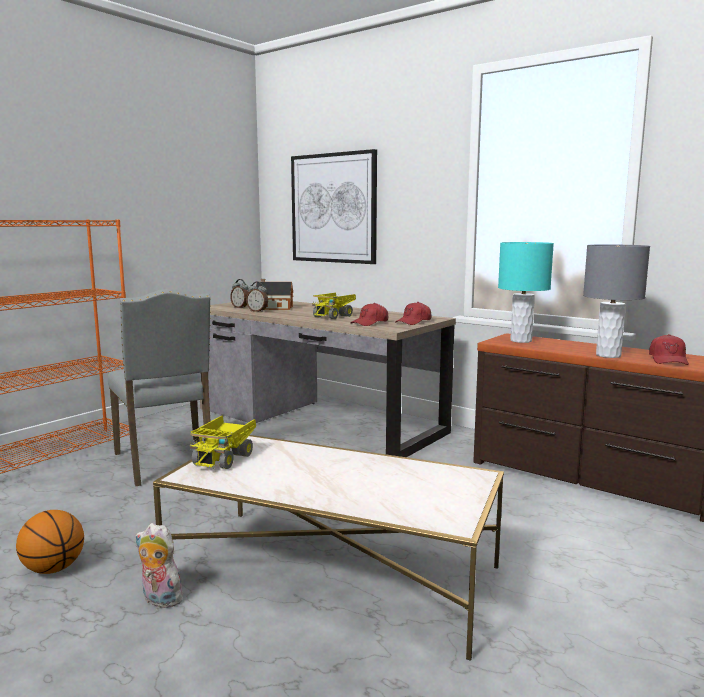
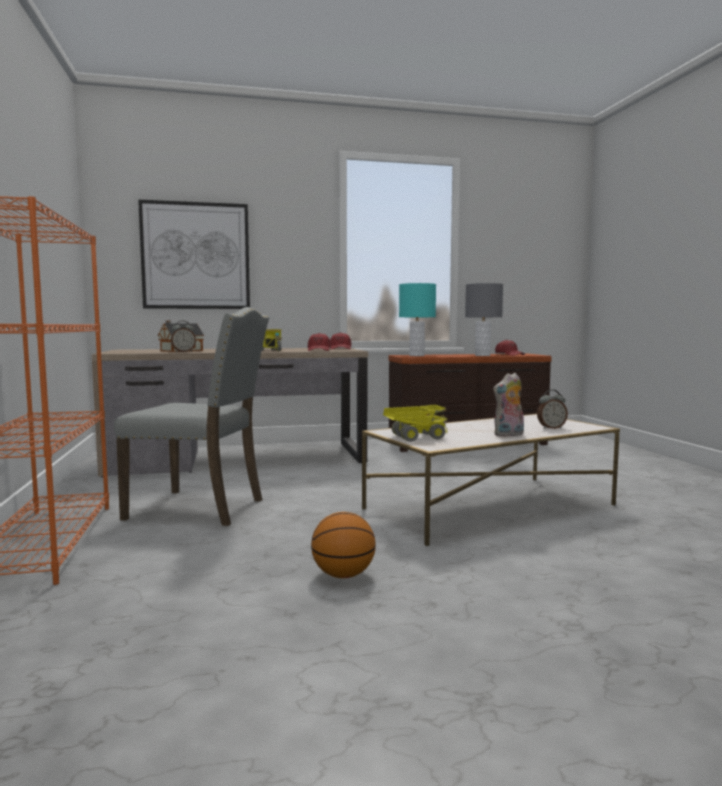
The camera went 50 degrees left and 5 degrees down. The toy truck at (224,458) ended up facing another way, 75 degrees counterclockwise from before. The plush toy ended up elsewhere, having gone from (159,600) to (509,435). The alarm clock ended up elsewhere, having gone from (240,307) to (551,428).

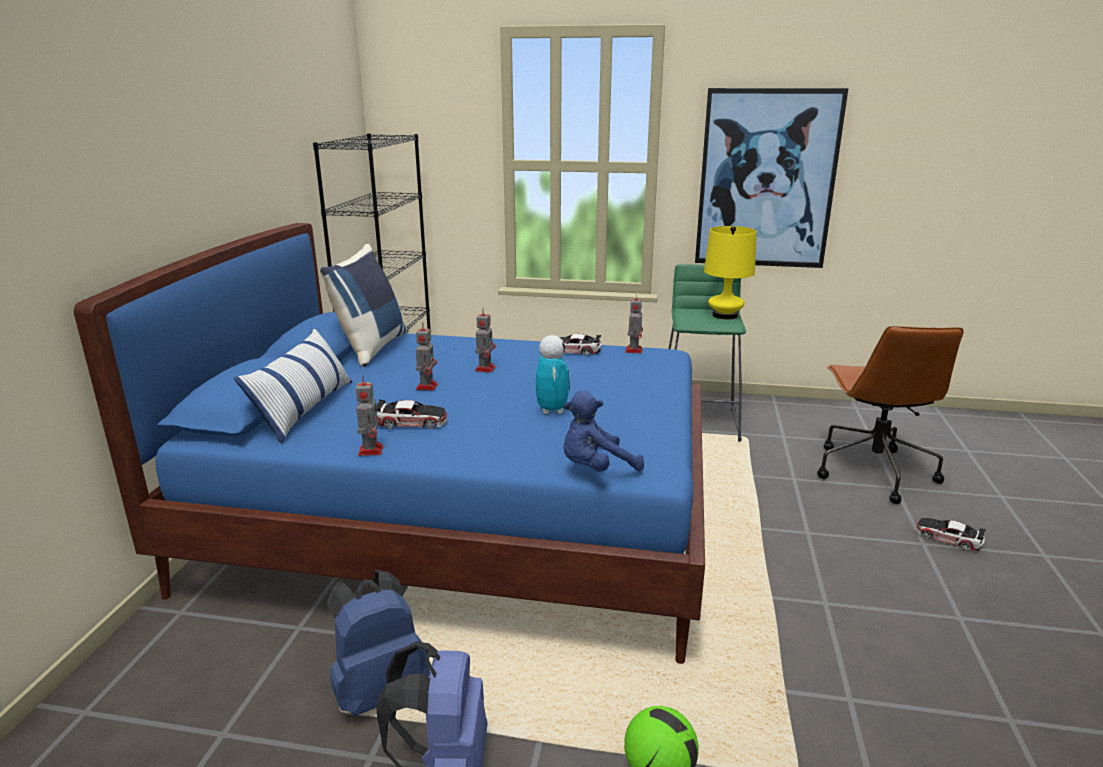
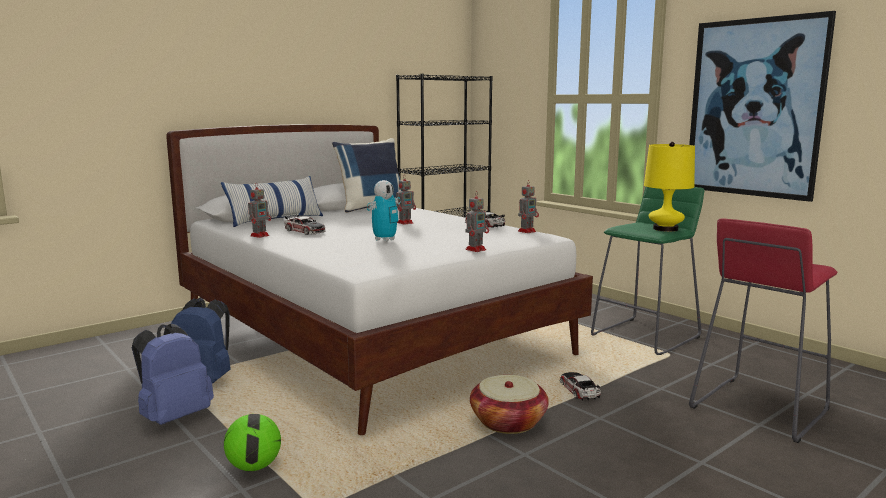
The camera went 40 degrees right and 10 degrees down. What was the blue bed at (463,522) turned into the white bed at (370,335). The toy robot ended up elsewhere, having gone from (427,386) to (476,249). The second view gained the basket at (508,422). The toy car ended up elsewhere, having gone from (948,538) to (579,390). Where the brown office chair stood at (872,471), the red stool came to stand at (758,408). The second view lost the blue plush toy at (596,468).

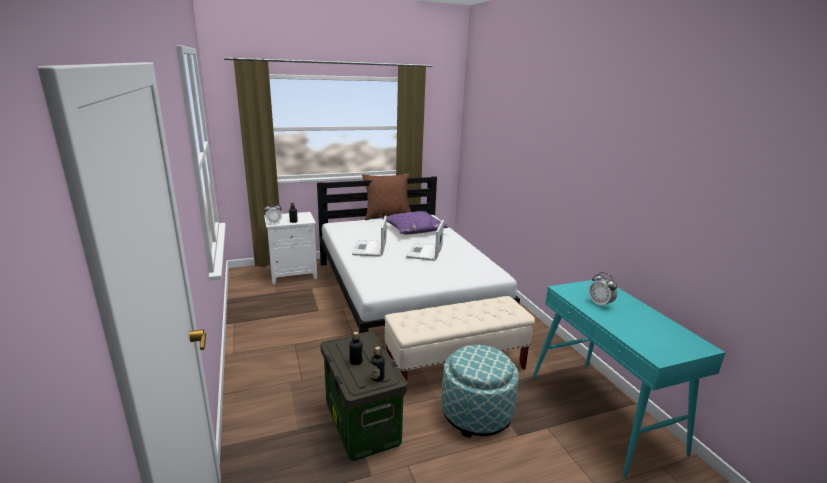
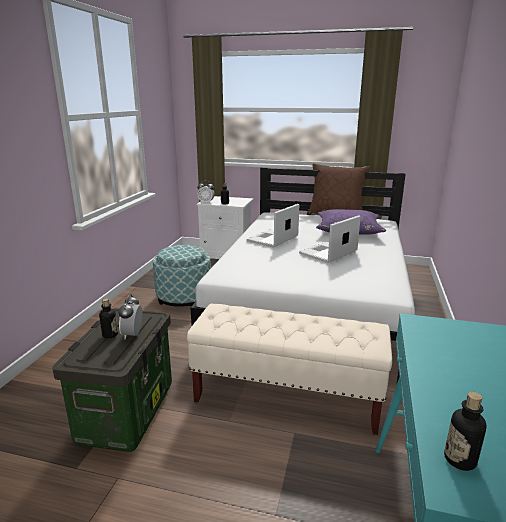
The camera went 35 degrees right and 0 degrees up. The alarm clock ended up elsewhere, having gone from (600,304) to (132,334). The ottoman ended up elsewhere, having gone from (476,413) to (184,297). The bottle ended up elsewhere, having gone from (377,377) to (460,459).

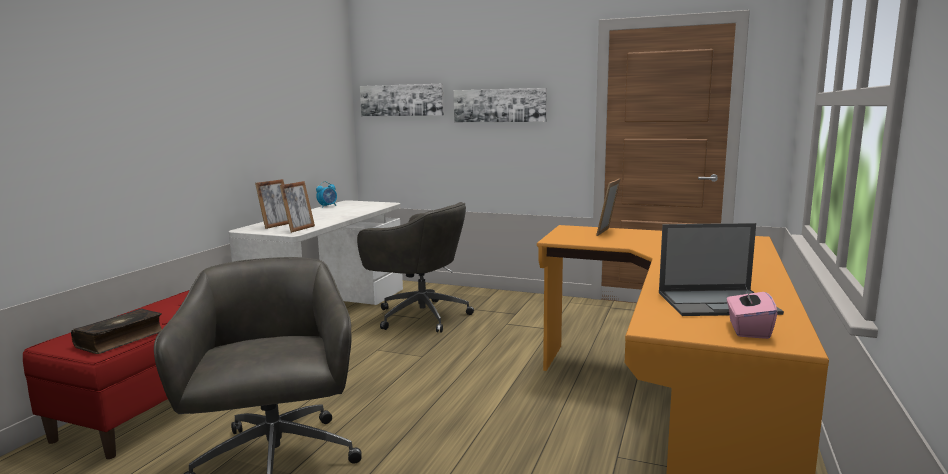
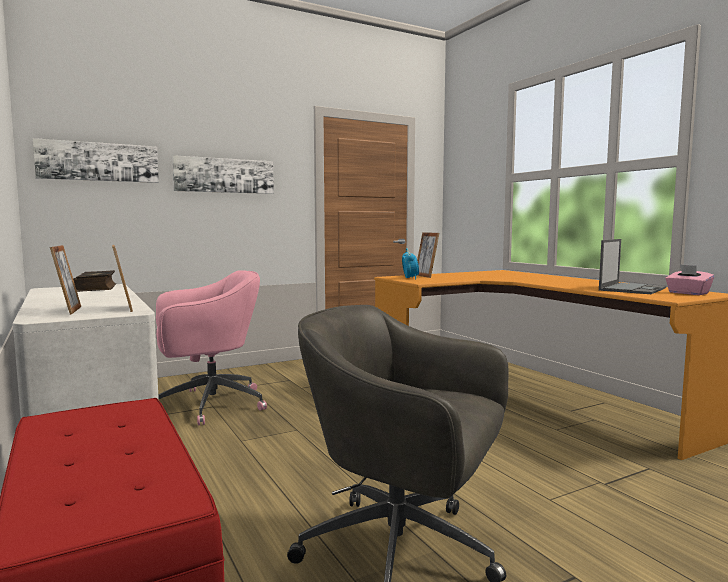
The camera went 50 degrees left and 5 degrees down. The book ended up elsewhere, having gone from (121,339) to (97,288). What was the grey office chair at (419,316) turned into the pink office chair at (208,405). The alarm clock ended up elsewhere, having gone from (327,206) to (410,278).

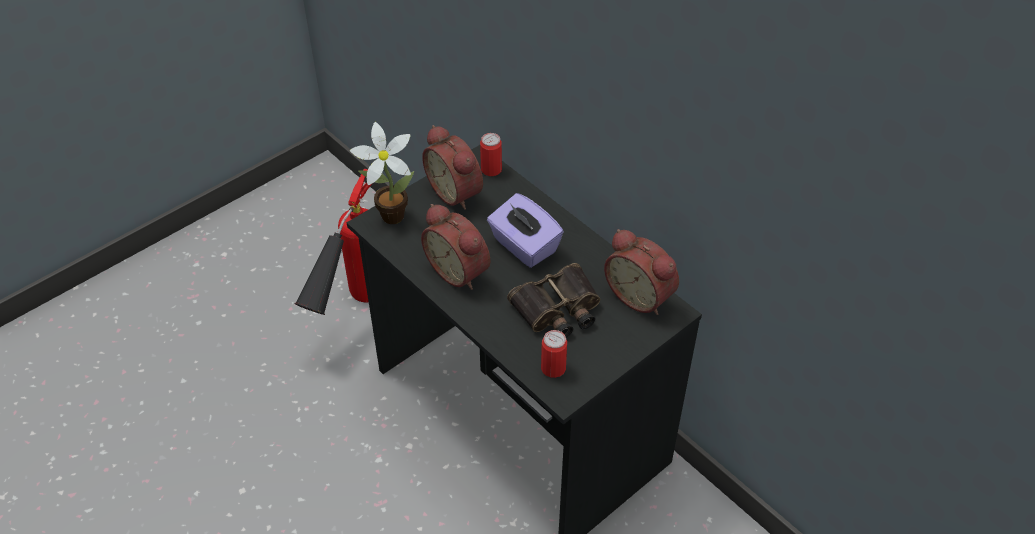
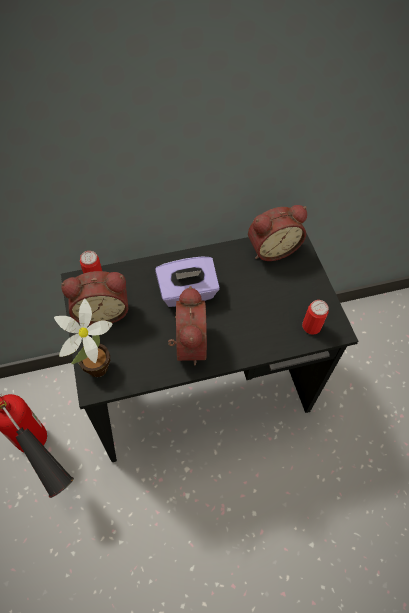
The camera went 65 degrees left and 10 degrees up. The alarm clock at (460,270) ended up facing another way, 75 degrees counterclockwise from before. The second view lost the binoculars at (558,309).

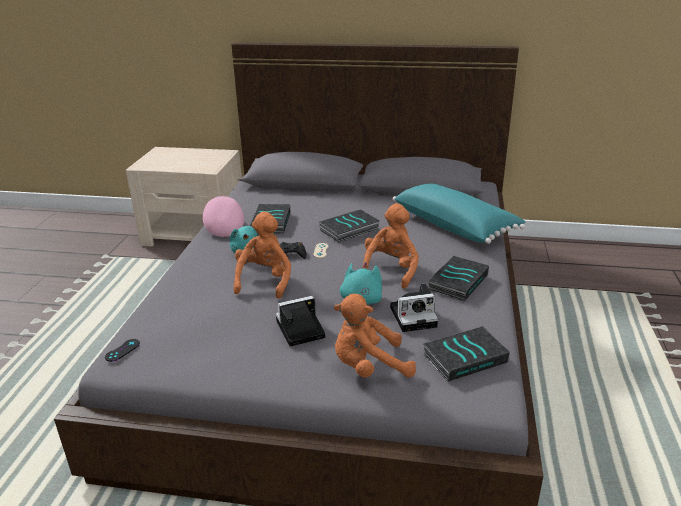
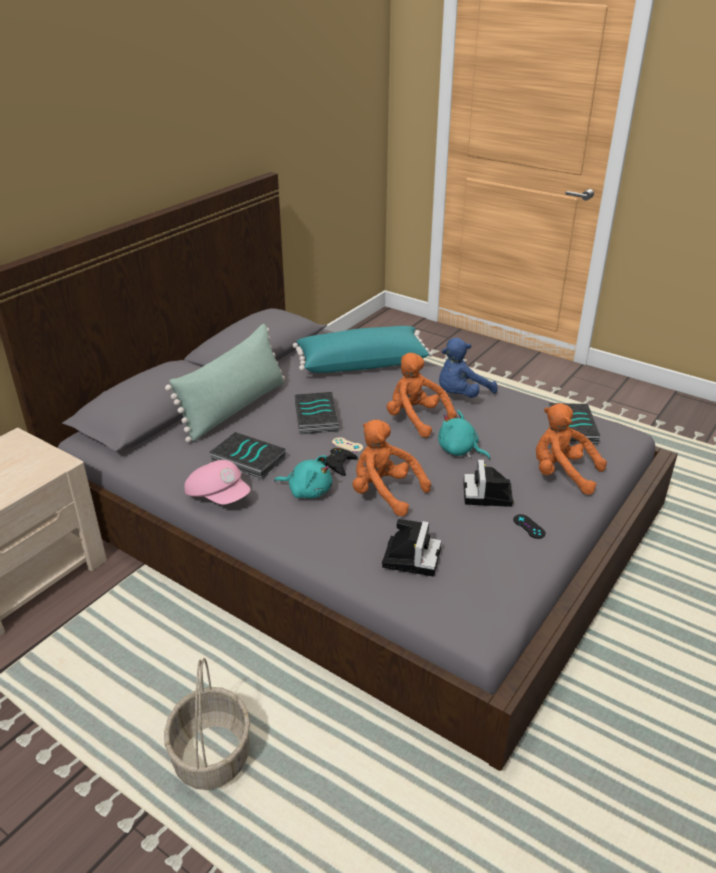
The camera went 65 degrees left and 5 degrees up. The second view gained the basket at (211,755). The second view gained the green pillow at (234,408). The pink cap at (223,226) ended up facing another way, 150 degrees counterclockwise from before. The photo camera ended up elsewhere, having gone from (415,316) to (411,556). Where the book stood at (457,282), the blue plush toy came to stand at (461,395). The black game controller ended up elsewhere, having gone from (122,350) to (529,526). The orange plush toy at (369,367) ended up facing another way, 105 degrees clockwise from before.

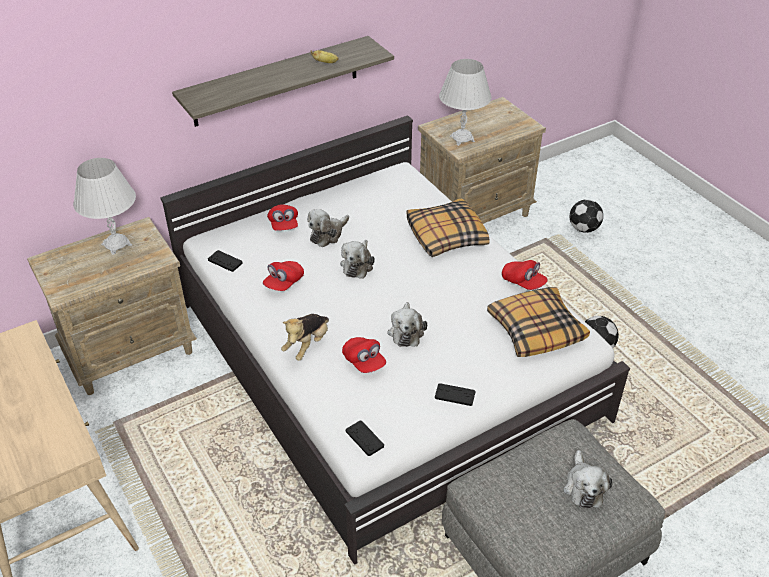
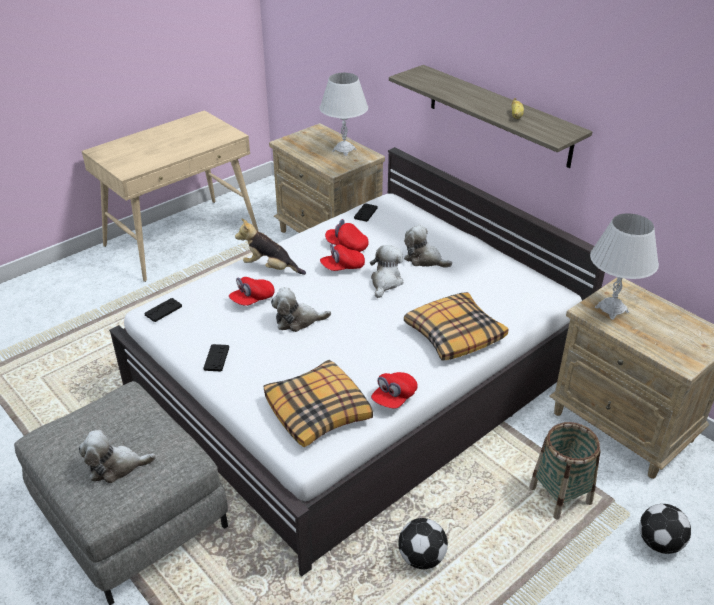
The camera went 80 degrees right and 5 degrees down. The red cap ended up elsewhere, having gone from (283,225) to (342,267). The plush toy at (357,265) ended up facing another way, 105 degrees clockwise from before. The second view gained the basket at (560,495).

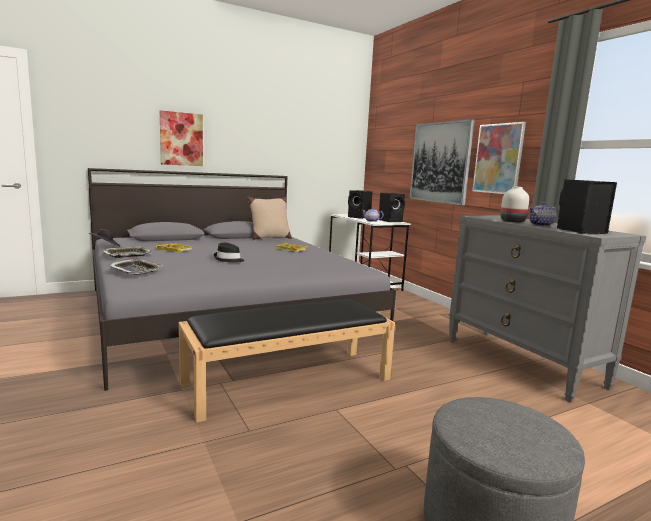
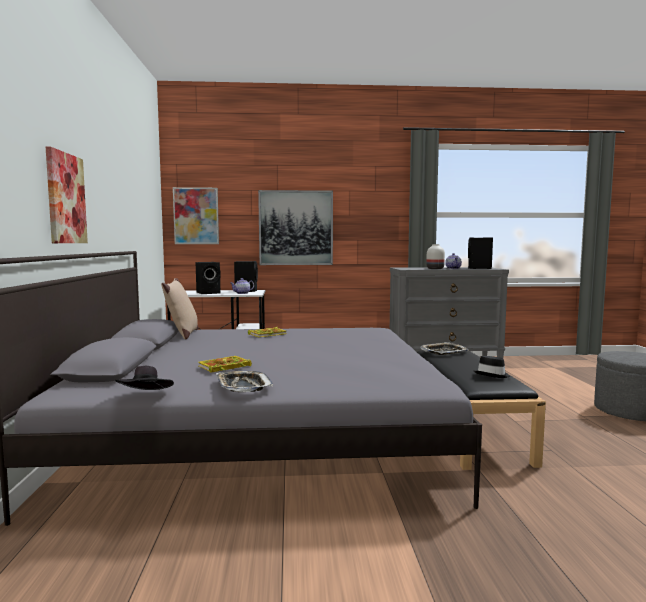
The camera went 65 degrees left and 5 degrees down. The picture ended up elsewhere, having gone from (498,158) to (196,216). The tray ended up elsewhere, having gone from (136,270) to (443,352). The black hat ended up elsewhere, having gone from (228,259) to (492,375).

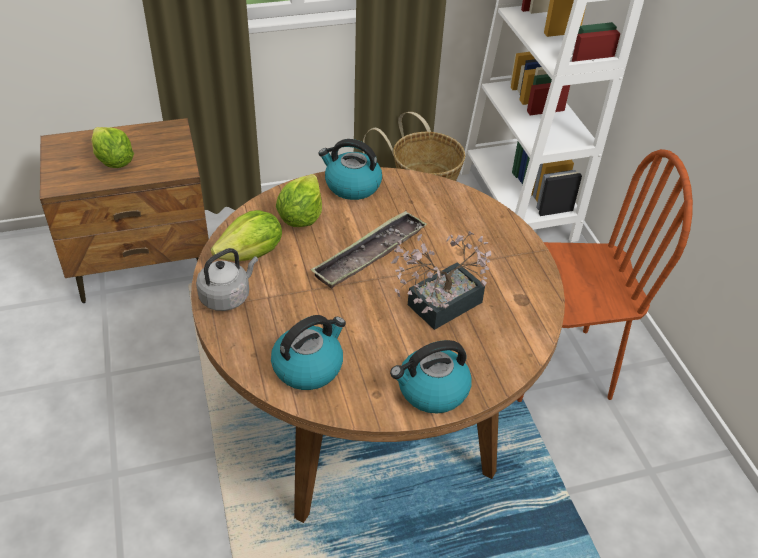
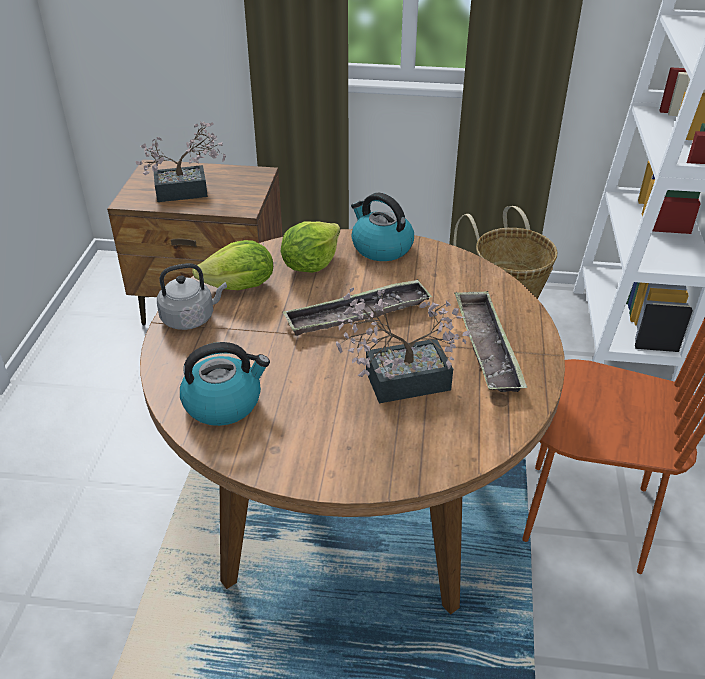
The camera went 25 degrees right and 5 degrees down. Where the lettuce stood at (114,162), the potted plant came to stand at (188,191). The second view gained the tray at (486,346). The second view lost the kettle at (431,390).

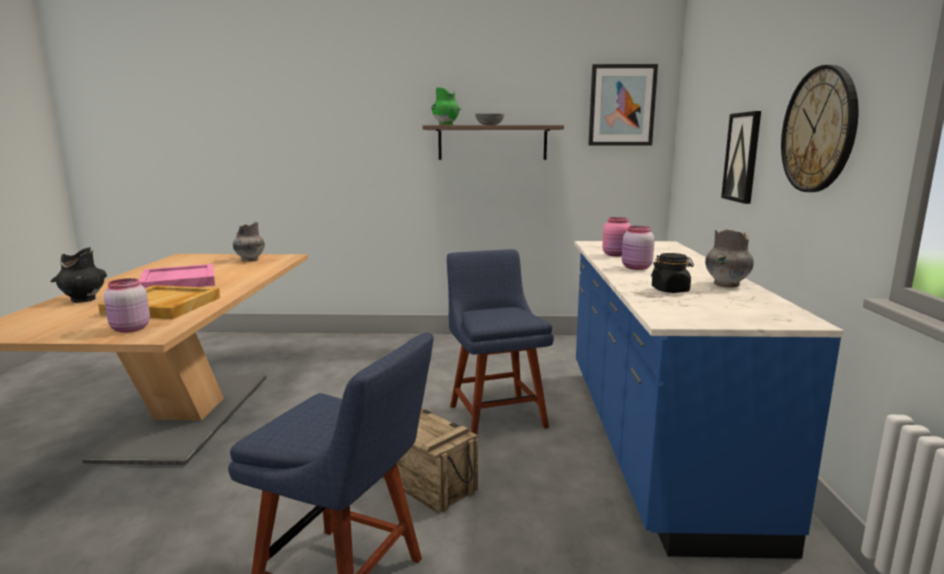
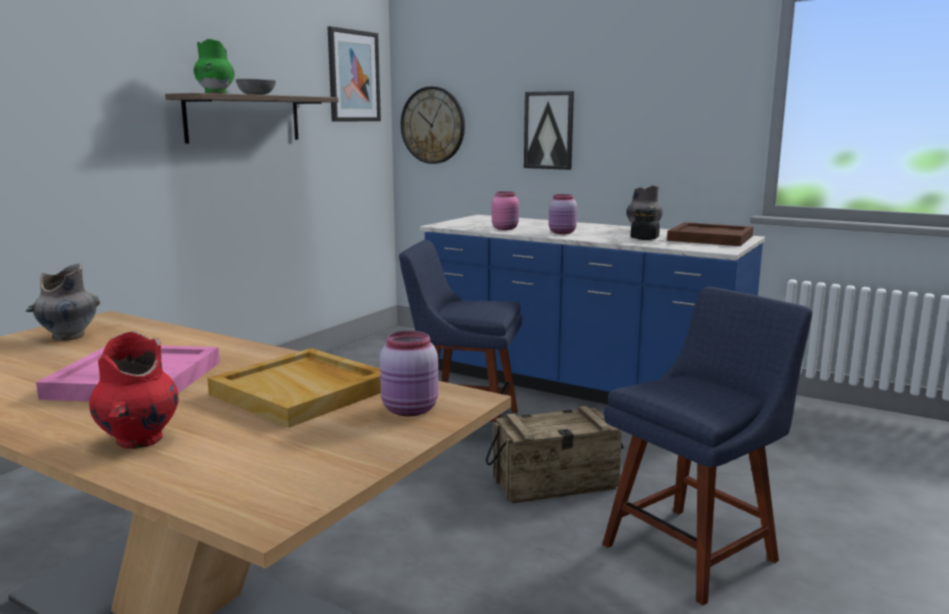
The camera went 60 degrees left and 0 degrees up. What was the black vase at (83,300) turned into the red vase at (139,441). The wall clock ended up elsewhere, having gone from (819,130) to (433,125). The second view gained the brown tray at (709,238).

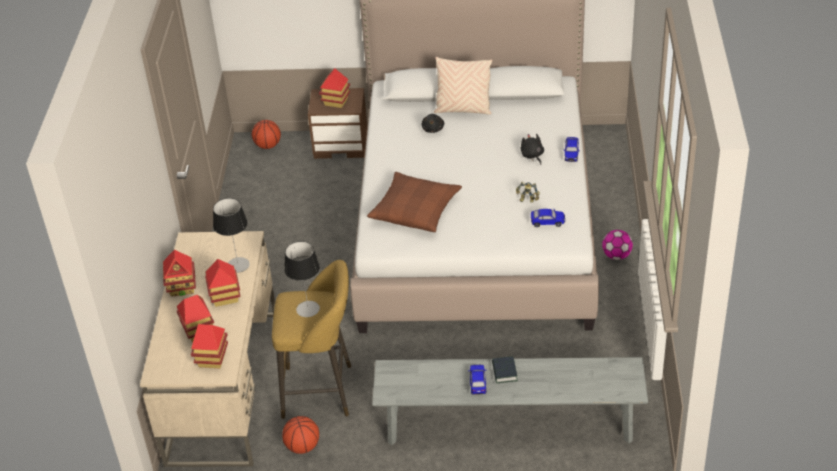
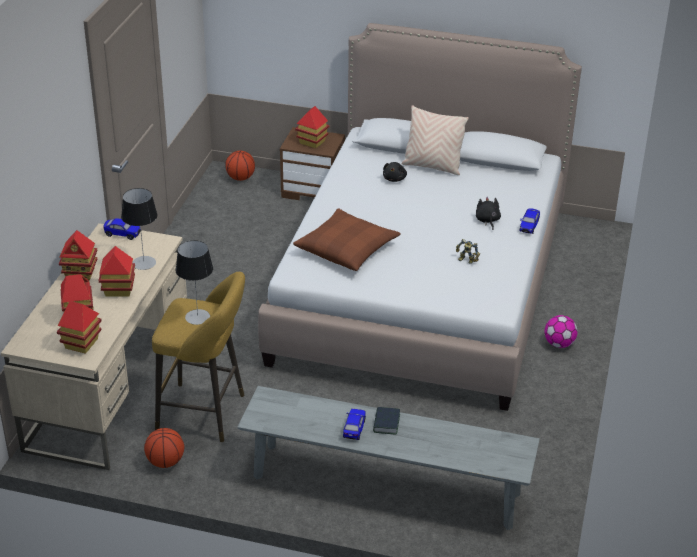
The camera went 10 degrees right and 5 degrees down. The toy car ended up elsewhere, having gone from (547,222) to (122,234).

